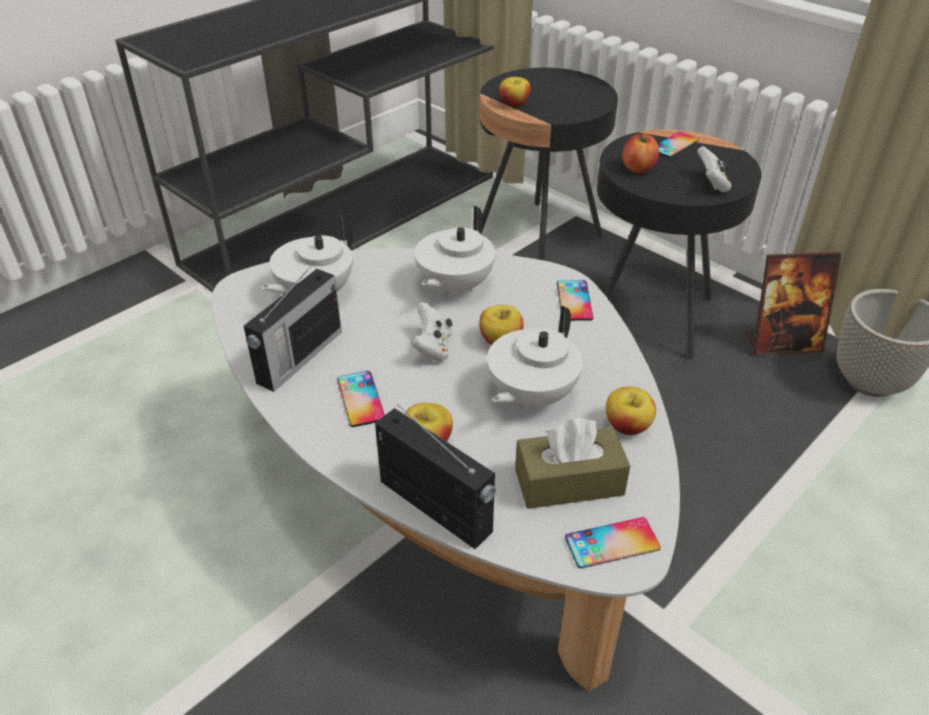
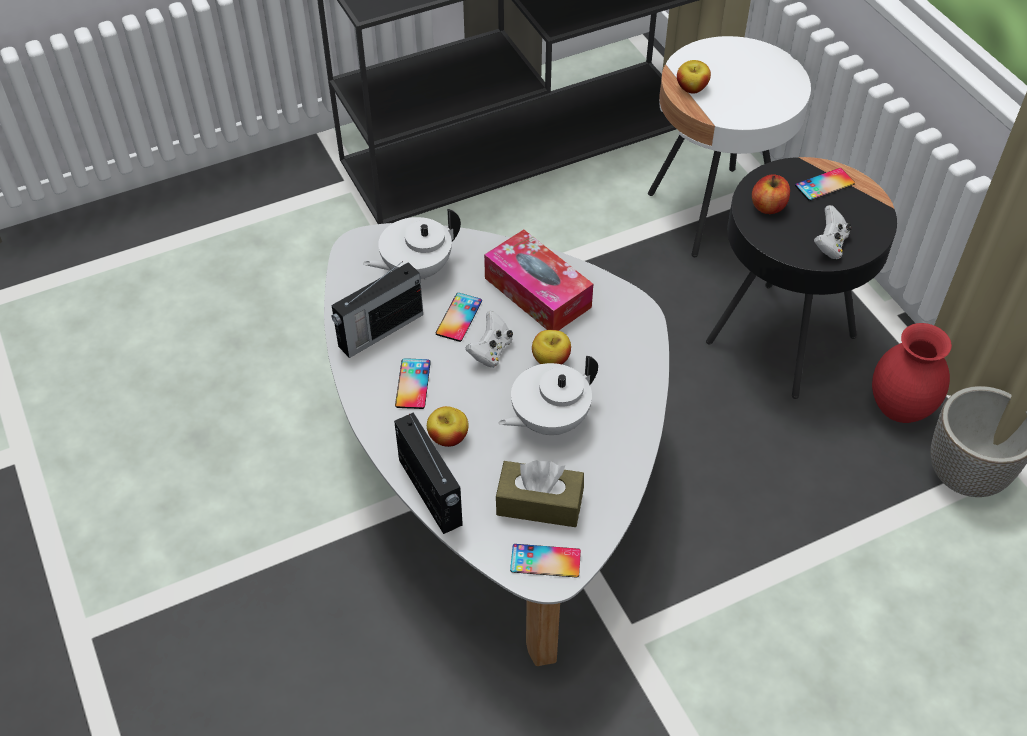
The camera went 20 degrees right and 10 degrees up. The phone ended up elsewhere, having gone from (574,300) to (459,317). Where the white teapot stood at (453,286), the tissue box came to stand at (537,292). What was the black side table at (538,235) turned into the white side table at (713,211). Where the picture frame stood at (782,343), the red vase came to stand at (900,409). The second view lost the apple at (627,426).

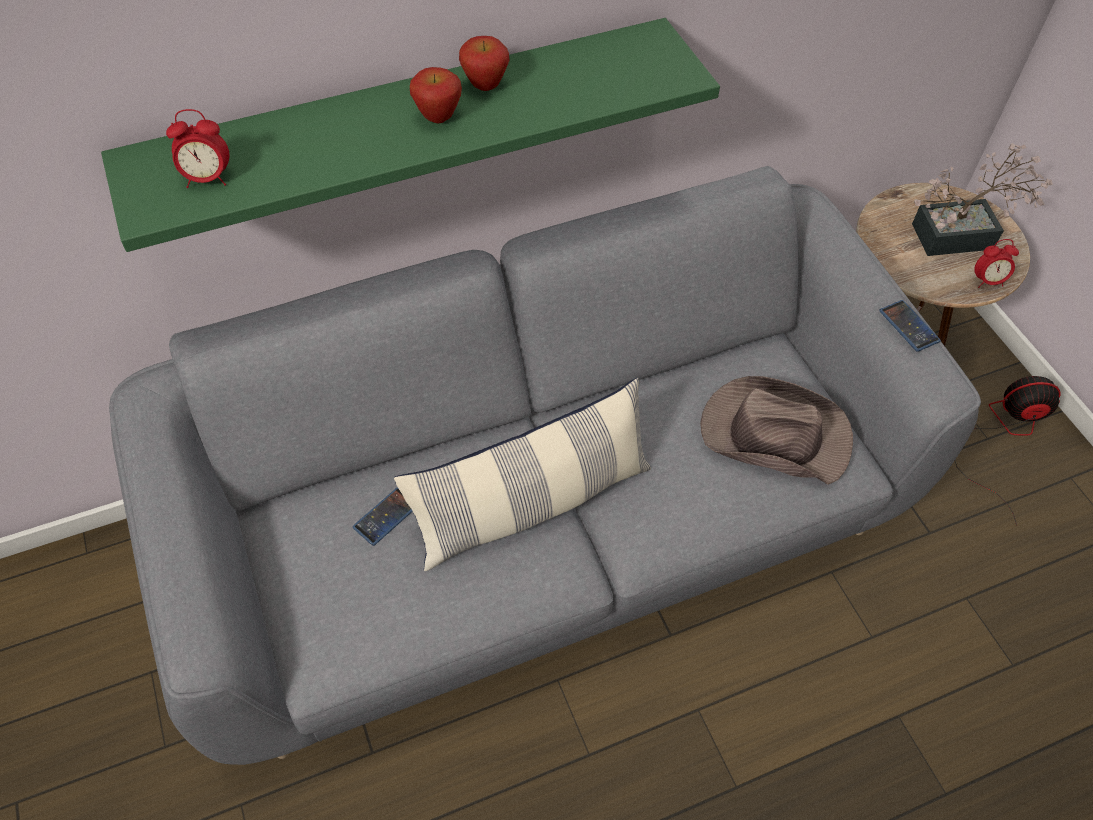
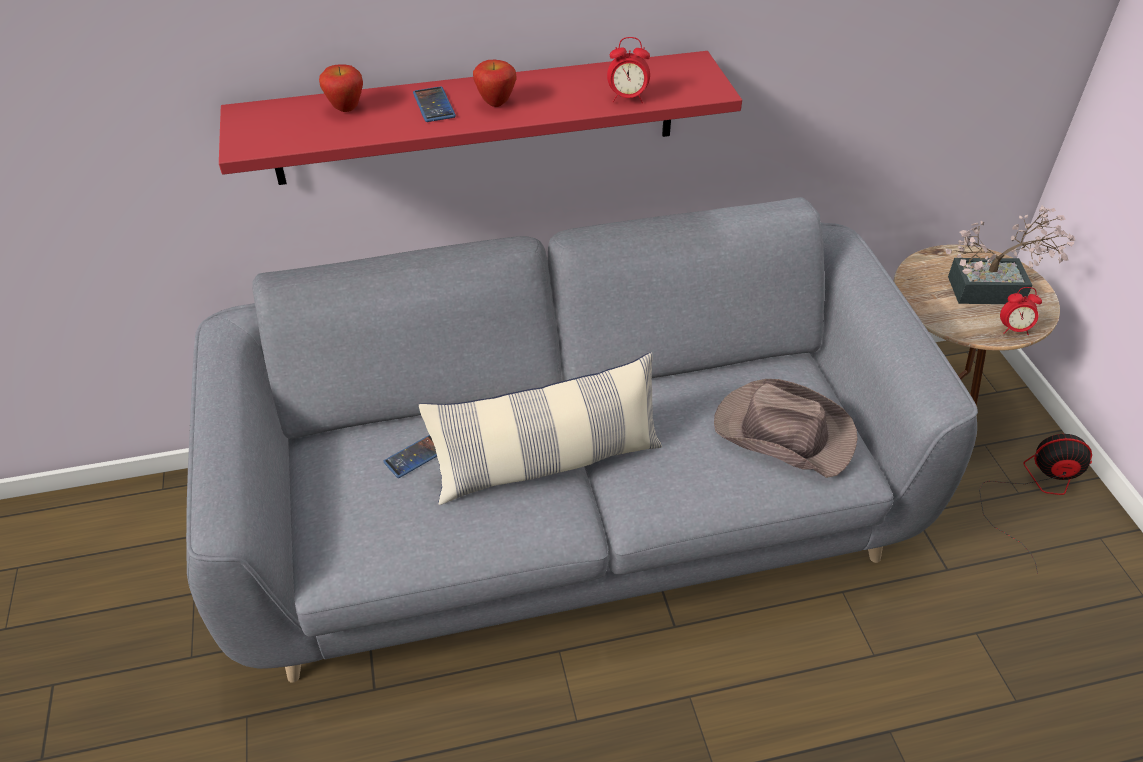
The camera went 10 degrees right and 10 degrees down. What was the green shelf at (407,125) turned into the red shelf at (477,118). The apple ended up elsewhere, having gone from (485,87) to (346,109). The phone ended up elsewhere, having gone from (909,326) to (434,105). The alarm clock ended up elsewhere, having gone from (208,179) to (627,98).

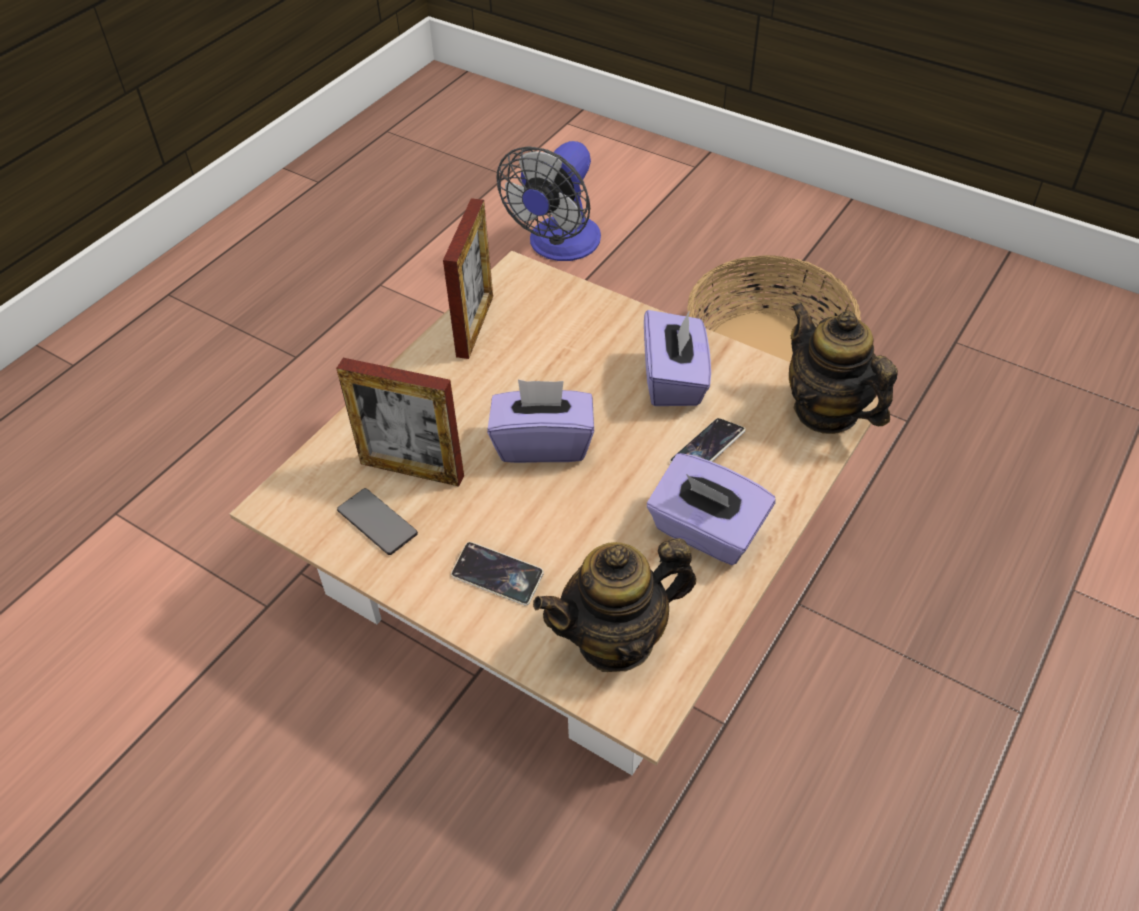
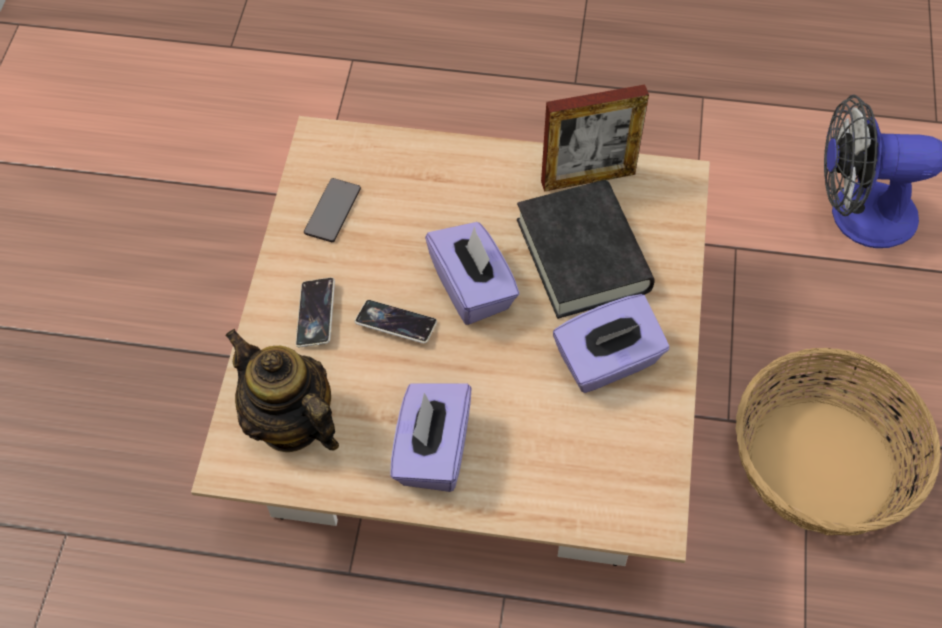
The camera went 65 degrees right and 10 degrees up. The phone ended up elsewhere, having gone from (707,449) to (396,324). The second view gained the black book at (583,255). The second view lost the picture frame at (412,469). The second view lost the teapot at (826,411).

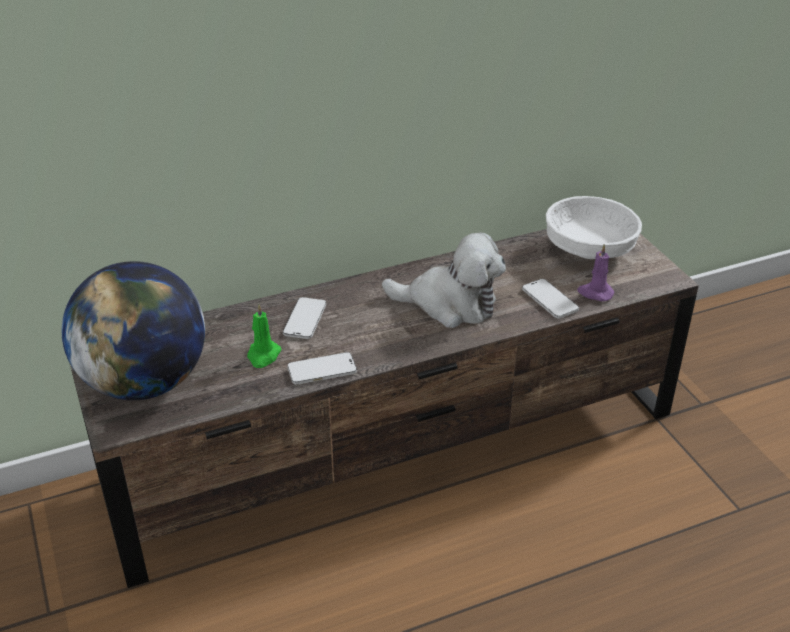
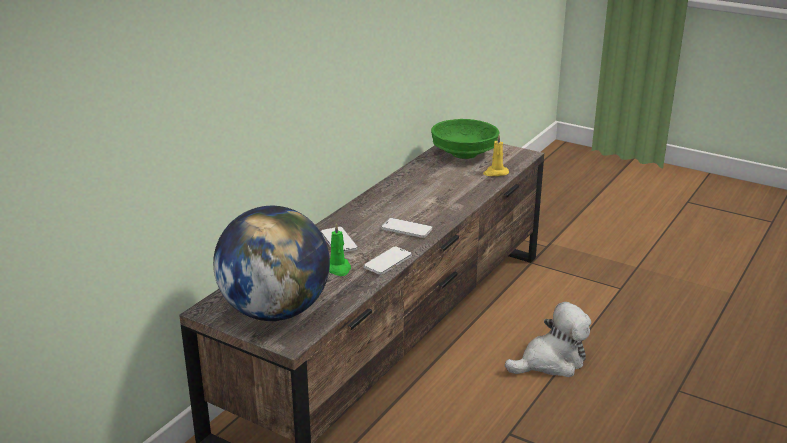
The camera went 35 degrees left and 10 degrees down. The phone ended up elsewhere, having gone from (549,300) to (406,229). What was the white bowl at (589,250) turned into the green bowl at (465,154). What was the purple candle at (595,293) turned into the yellow candle at (495,173). The plush toy ended up elsewhere, having gone from (450,304) to (551,362).

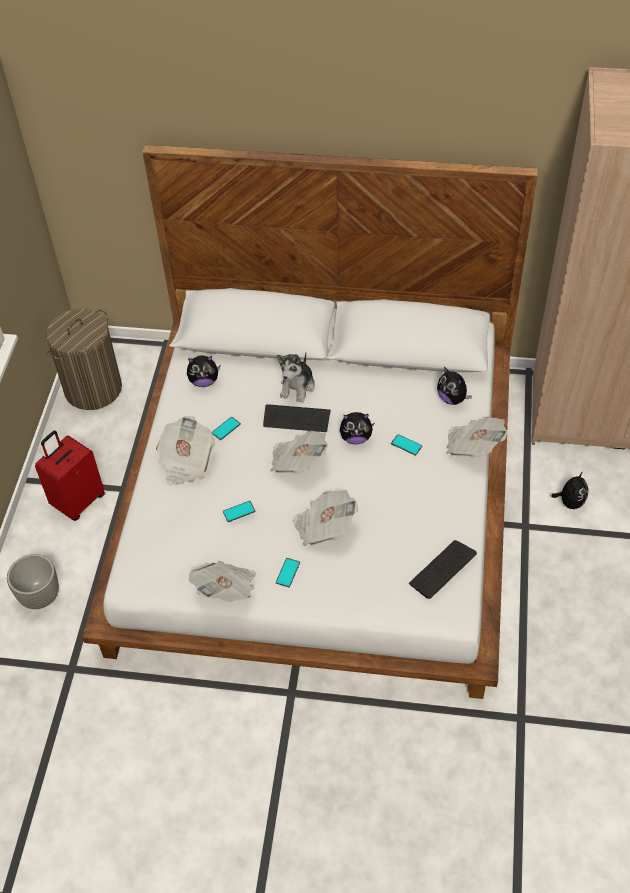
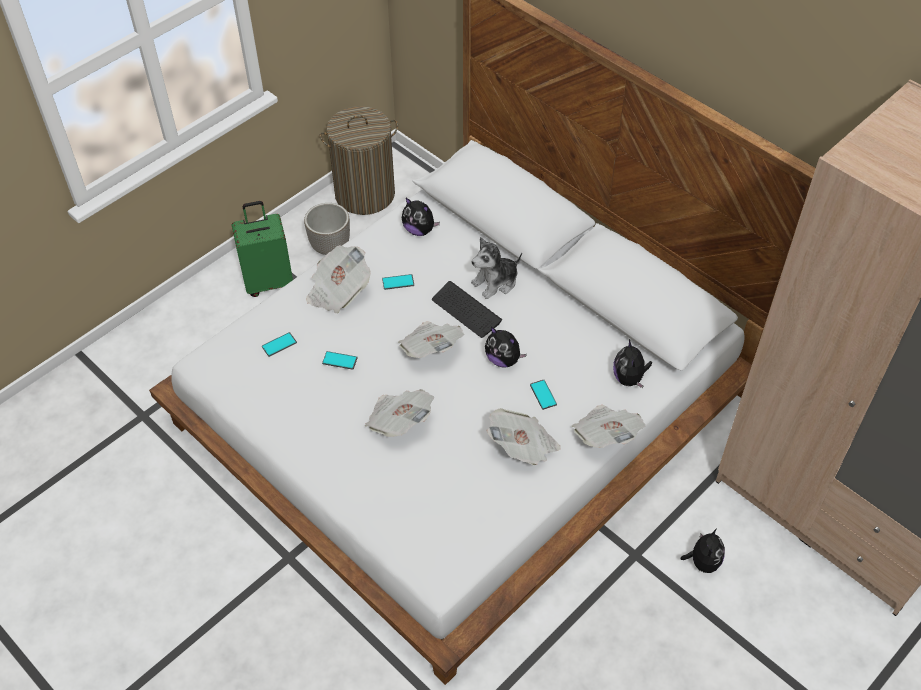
The camera went 35 degrees right and 0 degrees up. What was the red suitcase at (78,501) turned into the green suitcase at (269,281). The phone ended up elsewhere, having gone from (287,572) to (279,344). The planter ended up elsewhere, having gone from (40,596) to (330,246). The newspaper ended up elsewhere, having gone from (226,590) to (523,447). The plush toy at (570,502) ended up facing another way, 45 degrees counterclockwise from before. The second view lost the keyboard at (442,570).

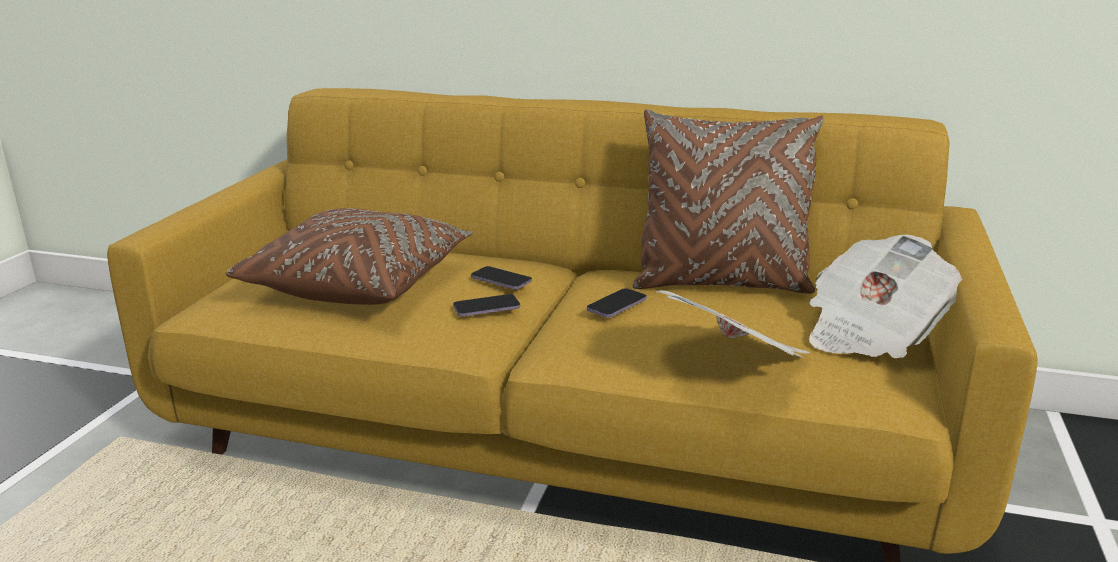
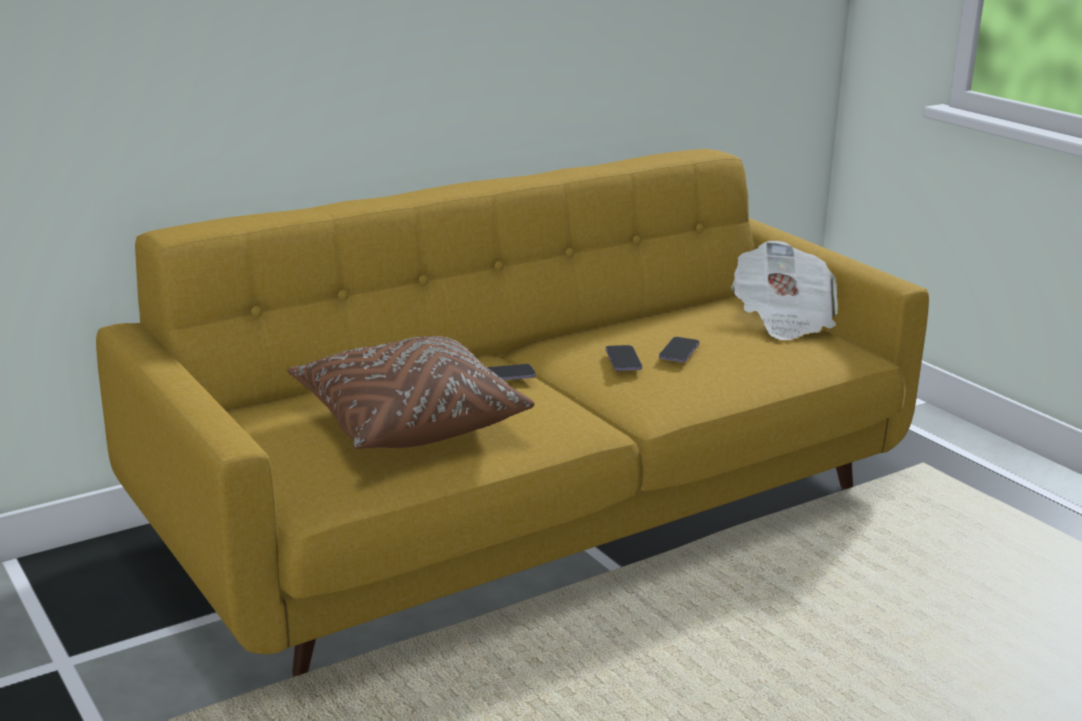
The camera went 50 degrees left and 0 degrees up. The phone ended up elsewhere, having gone from (486,308) to (679,352). The second view lost the brown pillow at (721,284). The second view lost the newspaper at (734,362).

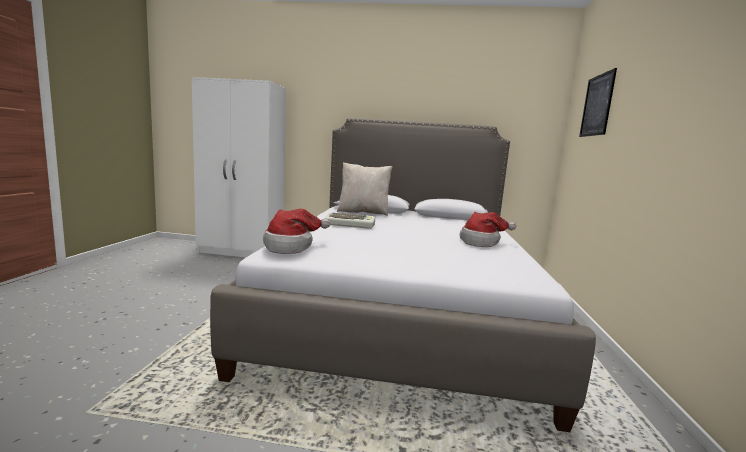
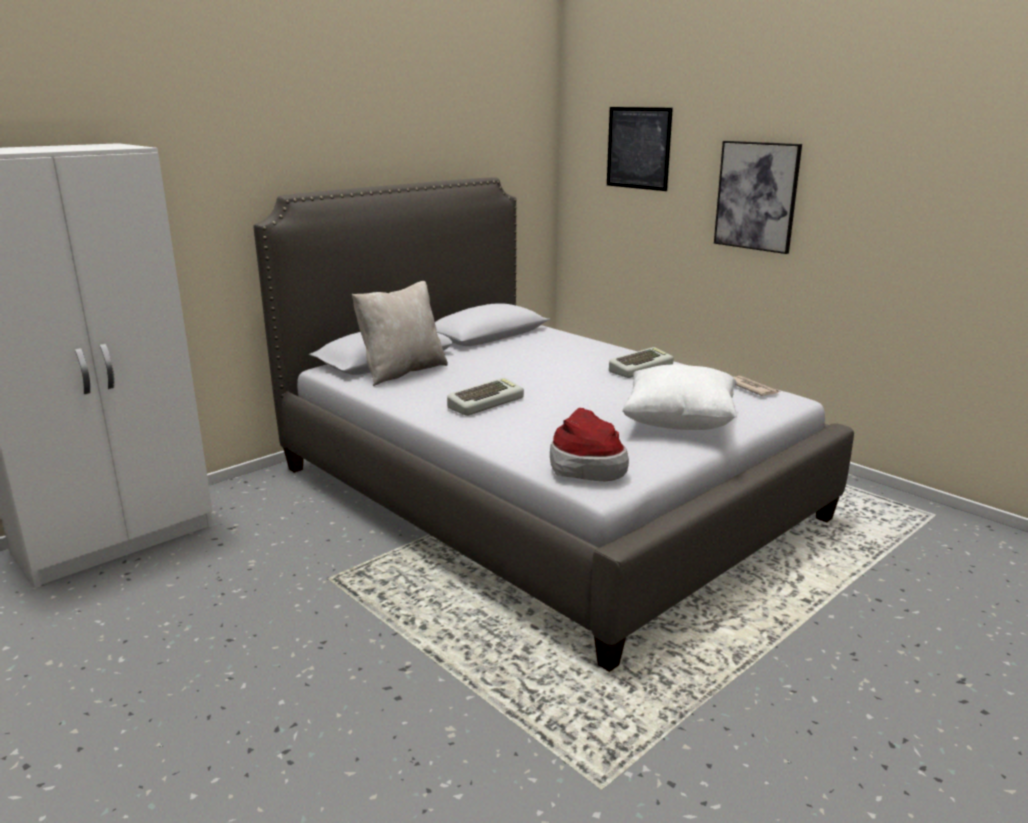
The camera went 50 degrees left and 10 degrees up. Where the hat stood at (482,242), the keyboard came to stand at (640,368). The second view gained the white pillow at (679,424). The second view gained the picture at (756,196). The second view gained the newspaper at (751,388).

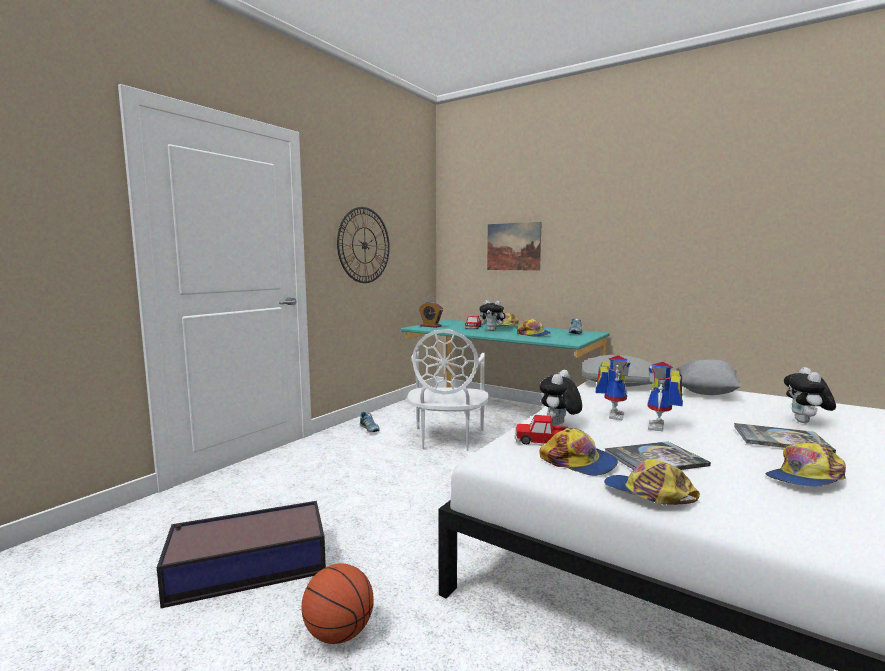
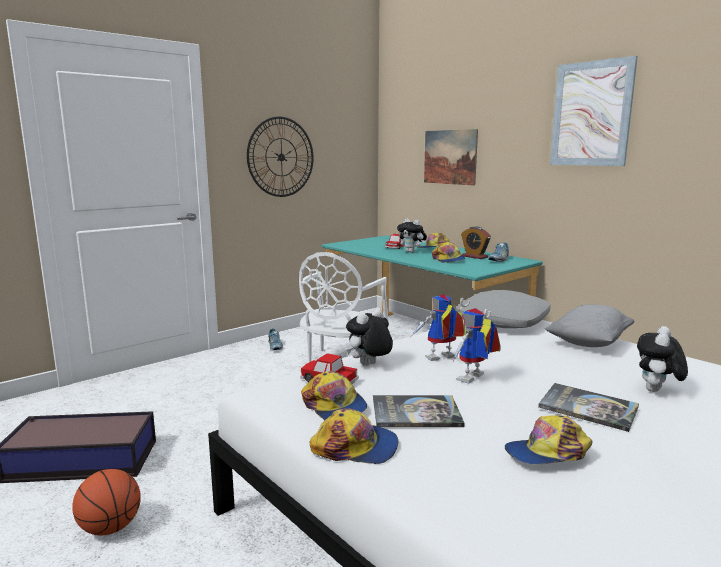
The camera went 15 degrees right and 5 degrees up. The cap at (647,494) ended up facing another way, 135 degrees clockwise from before. The toy robot at (611,415) ended up facing another way, 150 degrees counterclockwise from before. The alarm clock ended up elsewhere, having gone from (430,326) to (474,256). The second view gained the picture at (591,114).

